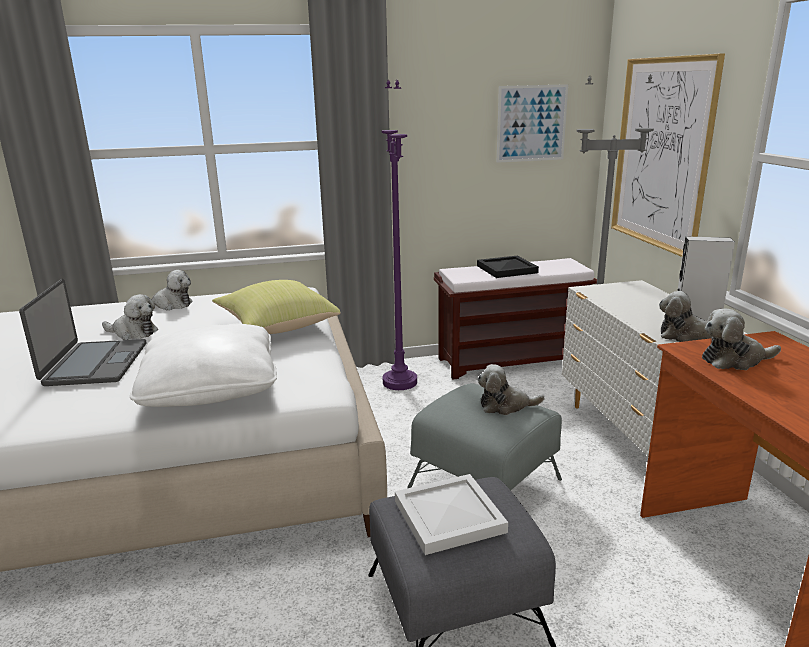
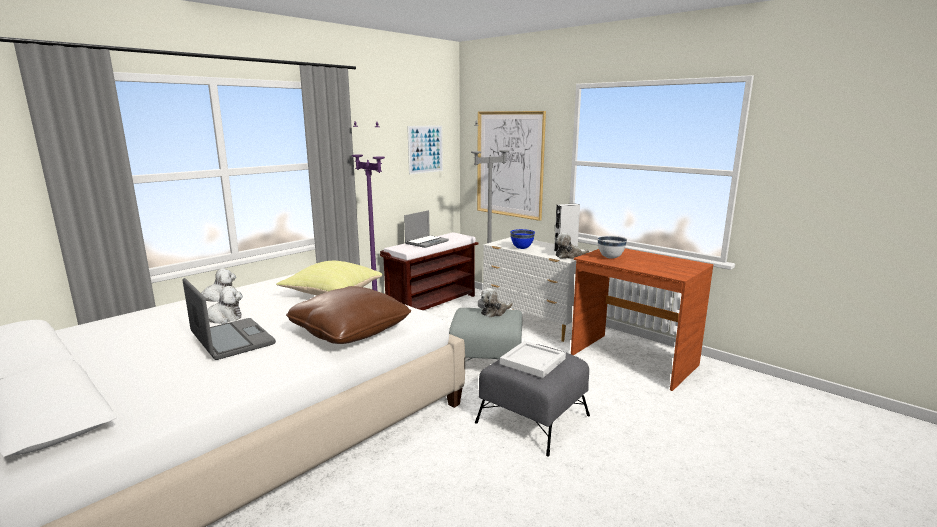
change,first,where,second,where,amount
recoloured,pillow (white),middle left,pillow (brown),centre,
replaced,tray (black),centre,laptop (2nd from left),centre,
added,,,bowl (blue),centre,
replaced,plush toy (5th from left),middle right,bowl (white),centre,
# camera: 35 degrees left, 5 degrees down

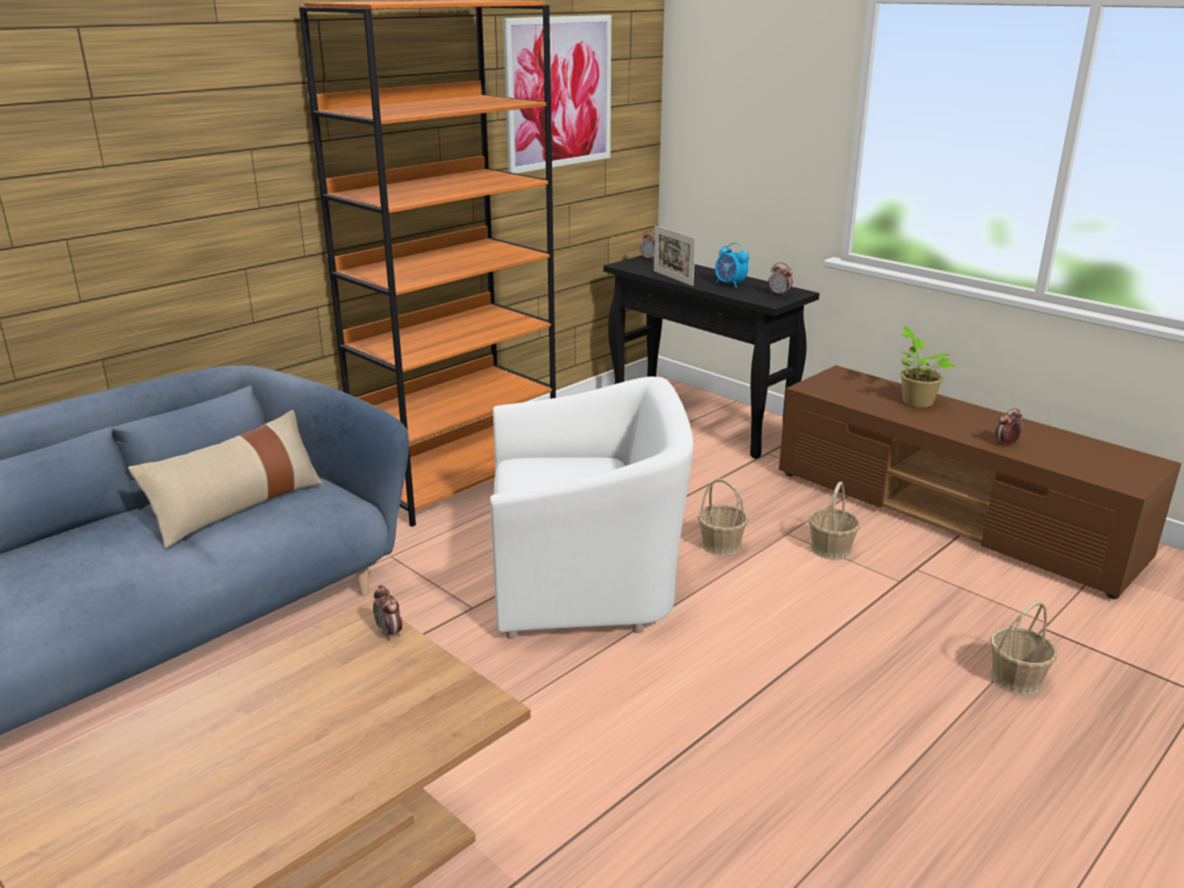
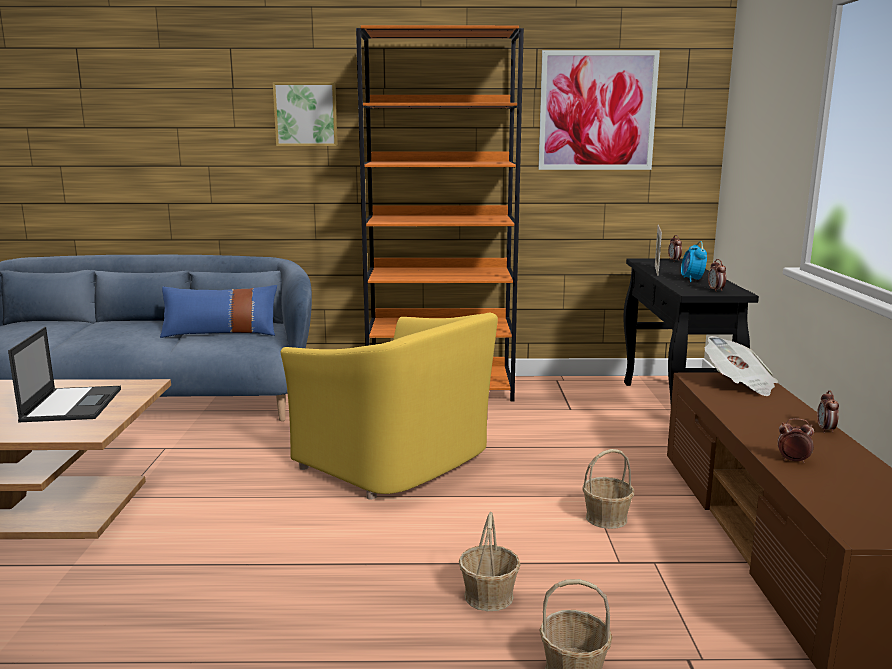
change,first,where,second,where,amount
added,,,laptop,middle left,
recoloured,pillow (beige),middle left,pillow (blue),middle left,
added,,,picture (1st from left),top centre,
recoloured,armchair (white),centre,armchair (yellow),centre,
moved,basket (1st from left),centre,,bottom centre,
added,,,newspaper,middle right,
moved,alarm clock (1st from left in the first image),bottom left,alarm clock (5th from left),middle right,
removed,potted plant,middle right,,,
# camera: 45 degrees right, 10 degrees down

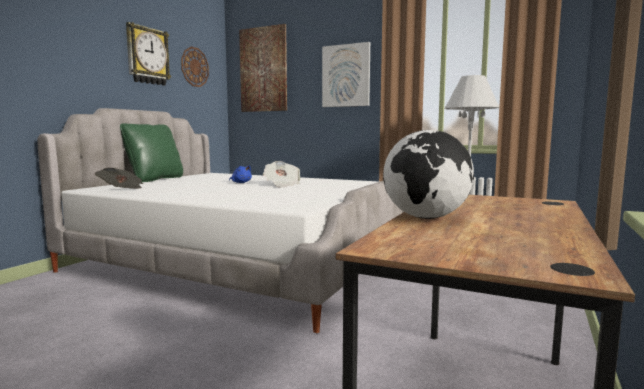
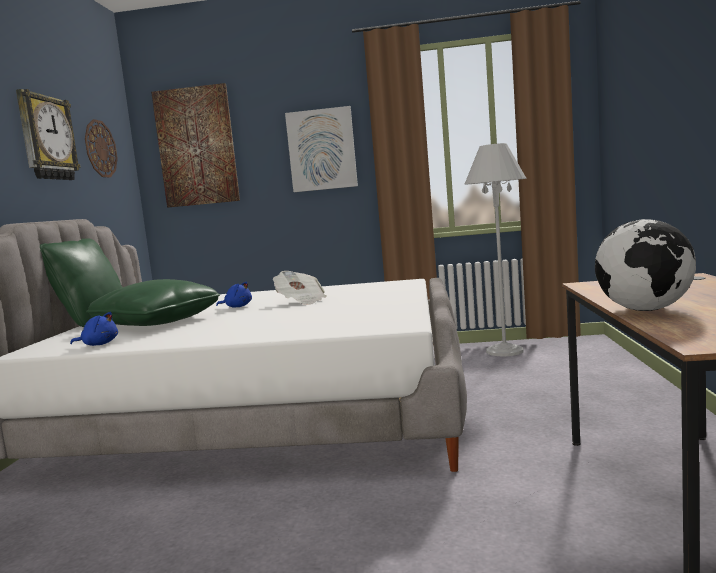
change,first,where,second,where,amount
replaced,newspaper (1st from left),middle left,plush toy (blue) (1st from left),middle left,
added,,,pillow (green) (2nd from left),middle left,
# camera: 20 degrees left, 0 degrees up

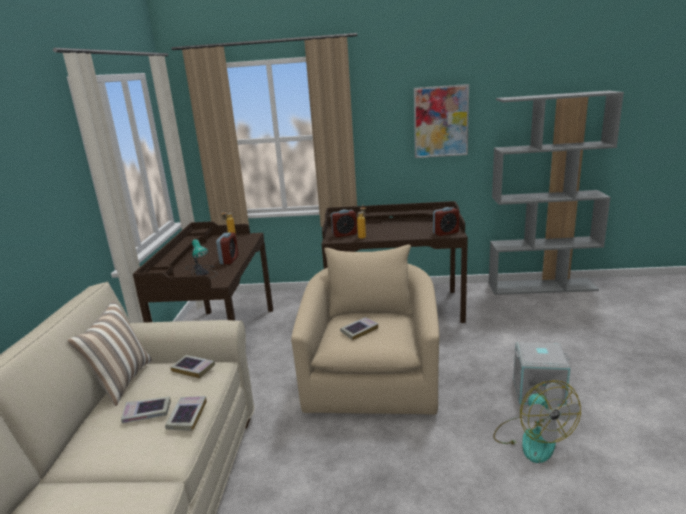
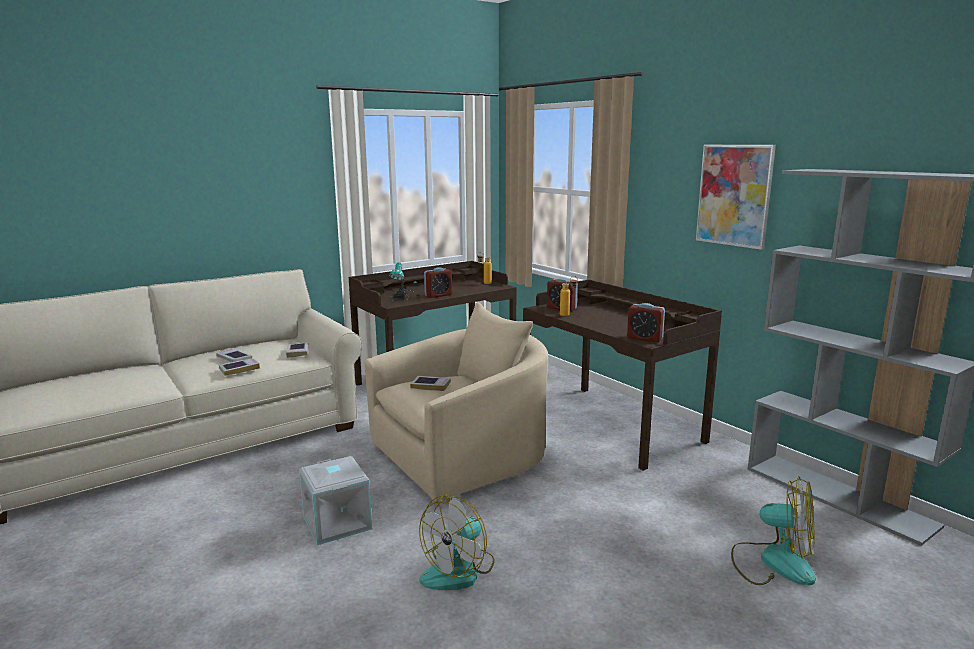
change,first,where,second,where,amount
moved,storage box (grey),bottom right,,bottom centre,
added,,,fan (2nd from left),bottom right,
removed,pillow,bottom left,,,
# camera: 50 degrees right, 5 degrees down

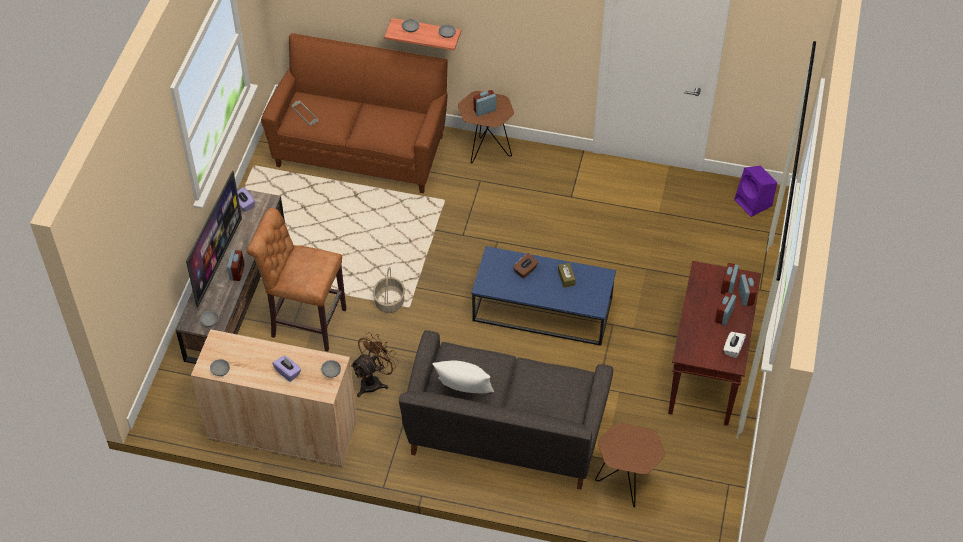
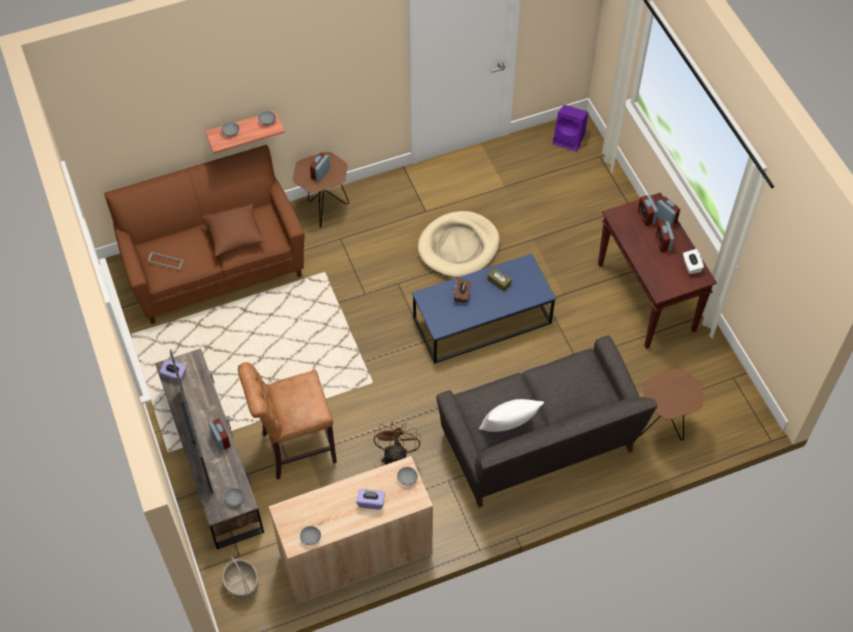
change,first,where,second,where,amount
added,,,pillow (brown),middle left,
moved,basket,centre,,bottom left,
added,,,dog bed (beige),centre,
# camera: 35 degrees left, 5 degrees up

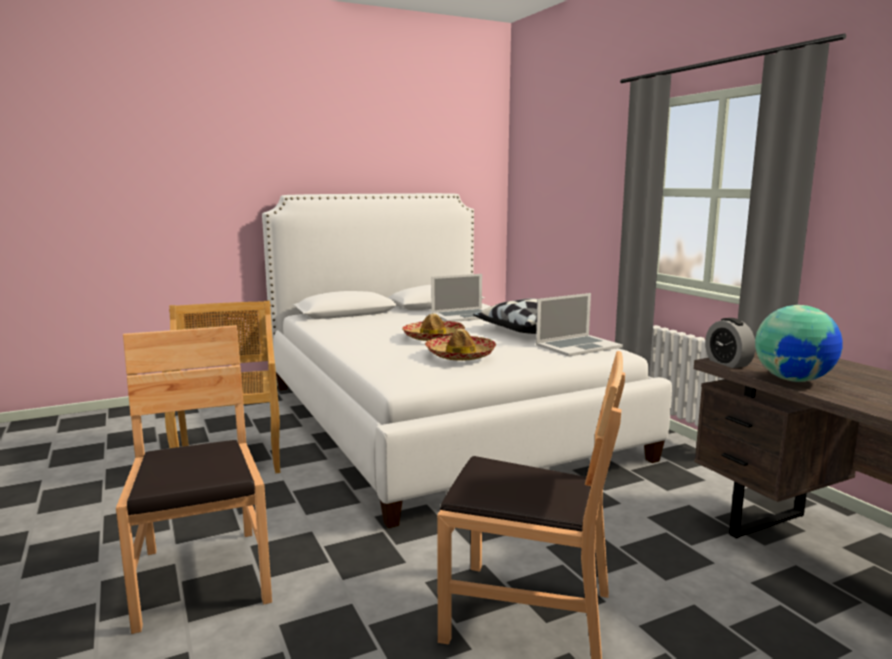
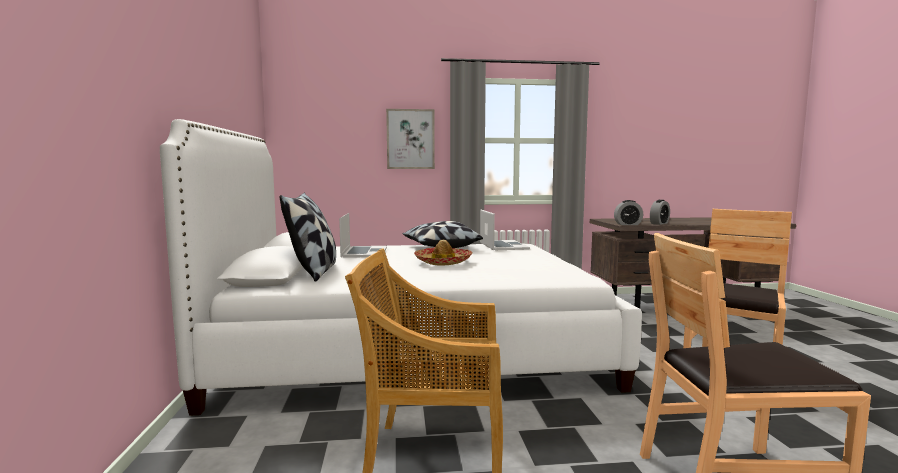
change,first,where,second,where,amount
added,,,pillow (1st from left),centre,
added,,,picture,top centre,
replaced,globe,middle right,alarm clock (2nd from left),middle right,
removed,hat (2nd from left),centre,,,
# camera: 70 degrees left, 5 degrees down

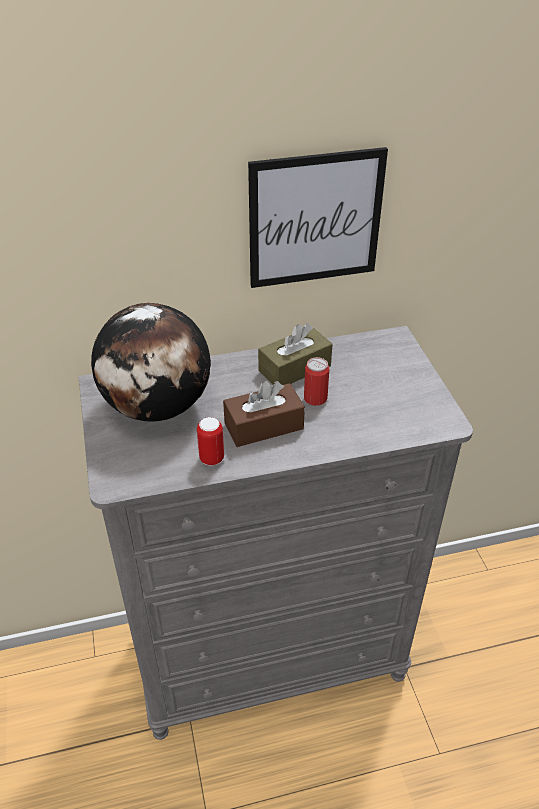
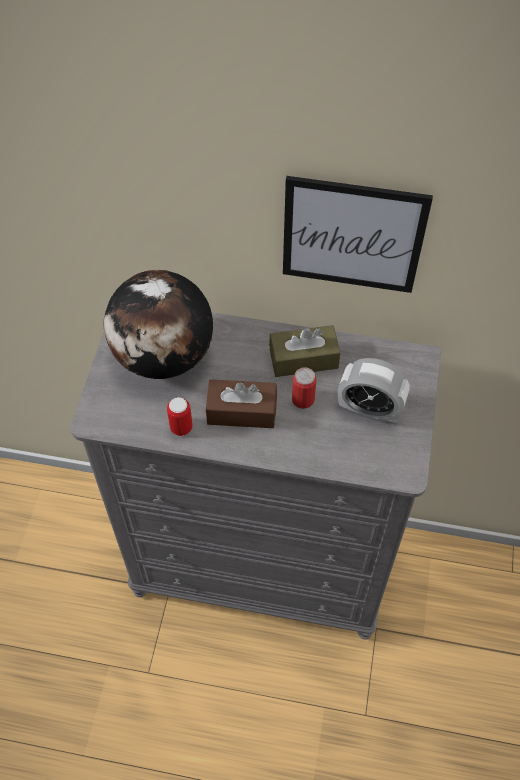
change,first,where,second,where,amount
added,,,alarm clock,middle right,
# camera: 25 degrees right, 15 degrees up

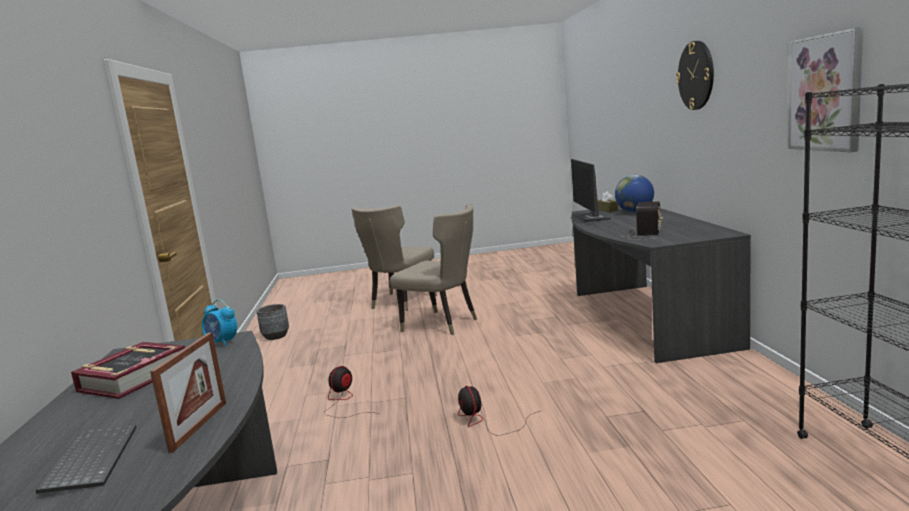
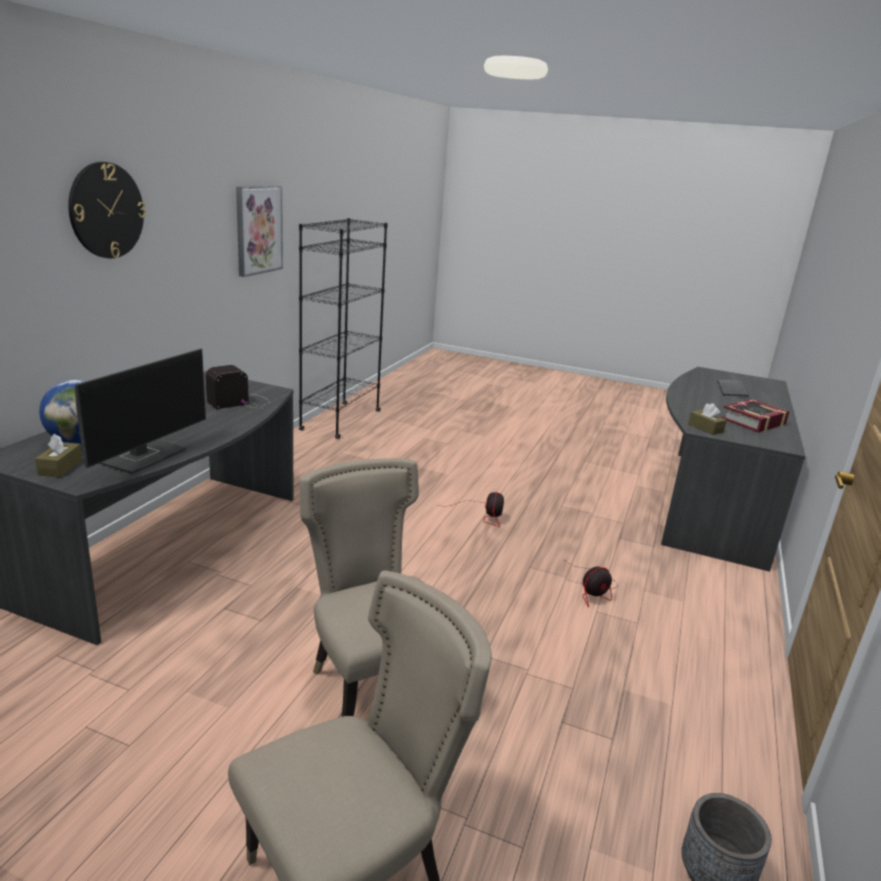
change,first,where,second,where,amount
replaced,alarm clock,middle left,tissue box (brown) (2nd from left),middle right,
removed,picture frame,bottom left,,,
# camera: 155 degrees left, 10 degrees up

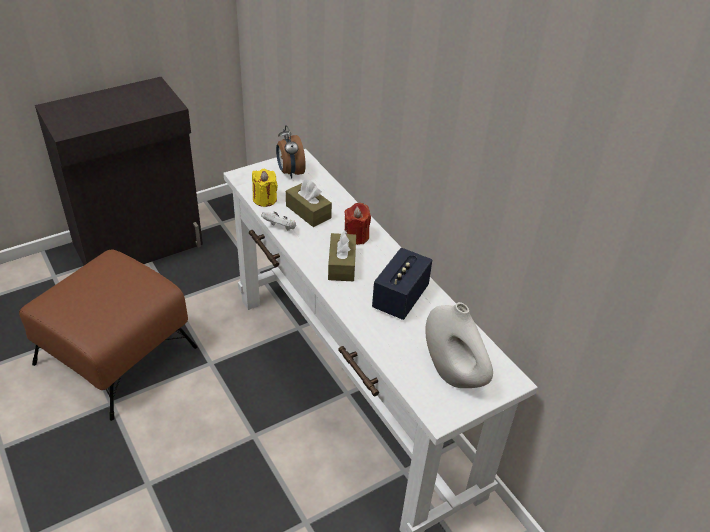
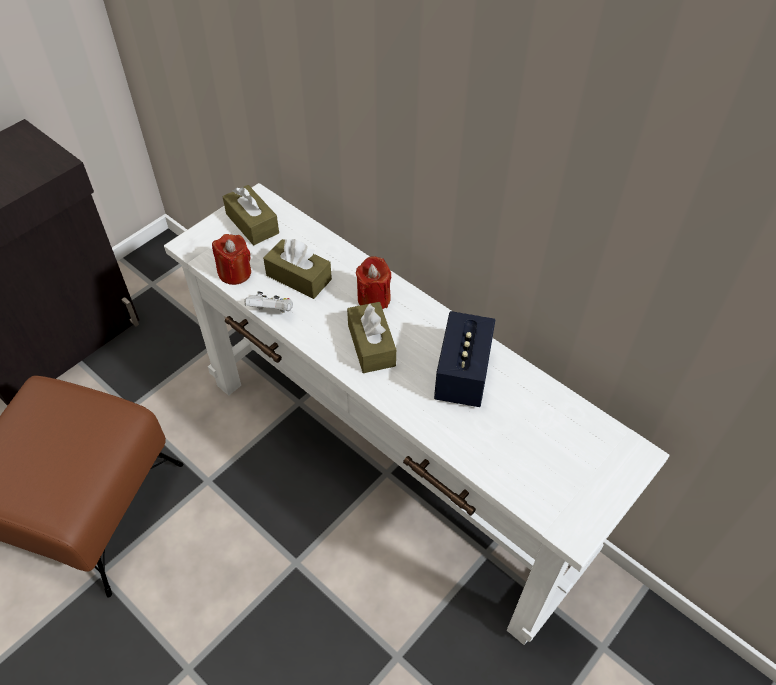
change,first,where,second,where,amount
recoloured,candle (yellow),centre,candle (red) (1st from left),middle left,
replaced,alarm clock,top centre,tissue box (brown) (1st from left),top left,
removed,vase (white),centre,,,
# camera: 15 degrees left, 10 degrees up

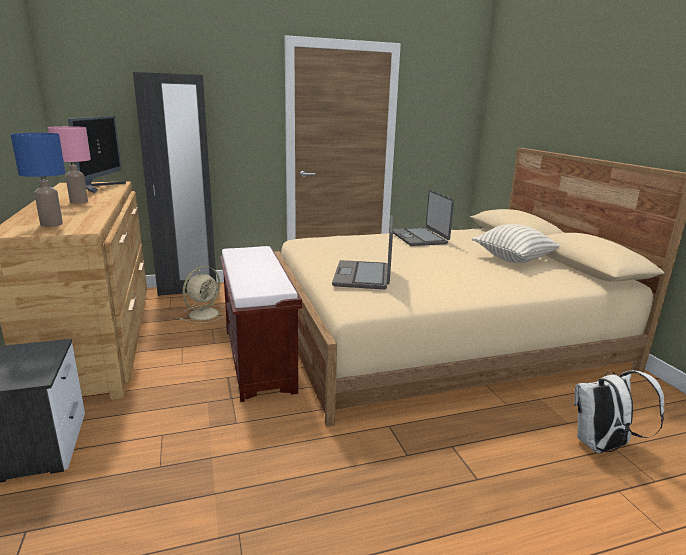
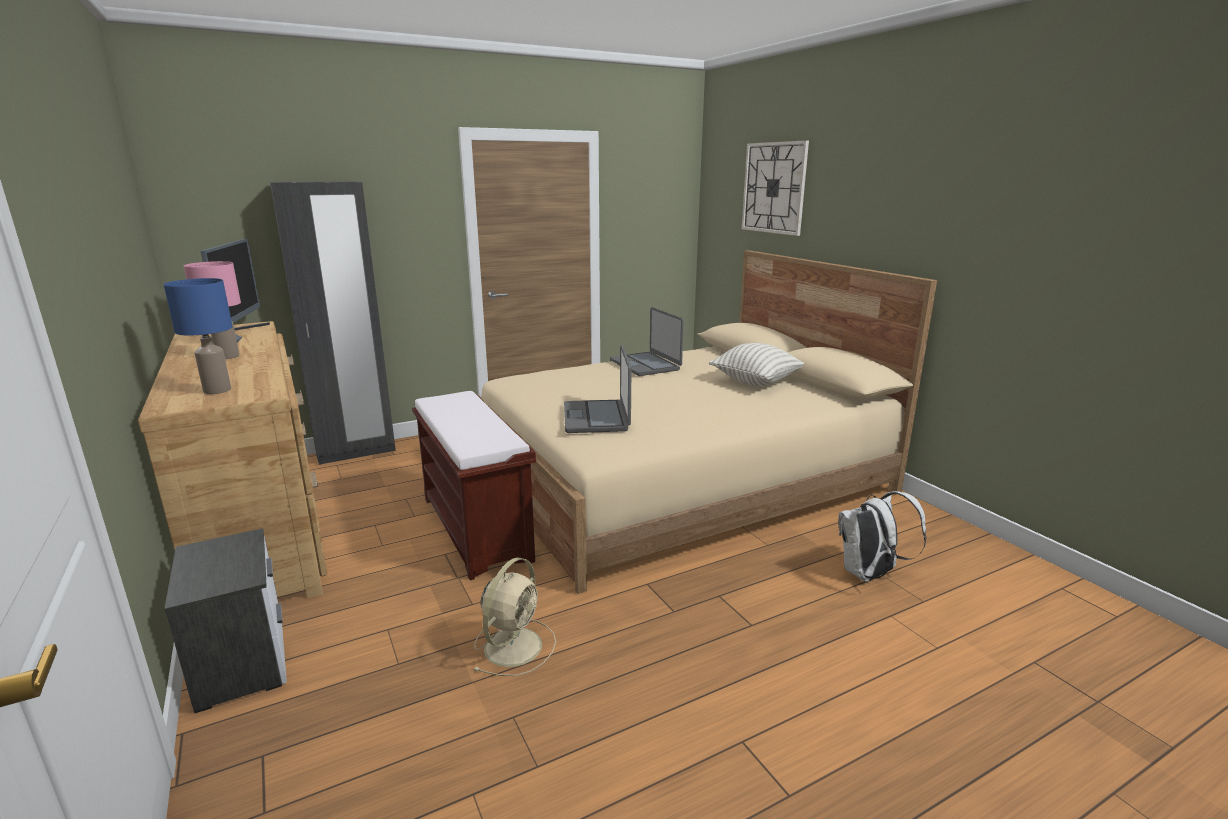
change,first,where,second,where,amount
moved,fan (beige),middle left,,bottom centre,
added,,,wall clock,top centre,
# camera: 10 degrees left, 0 degrees up

